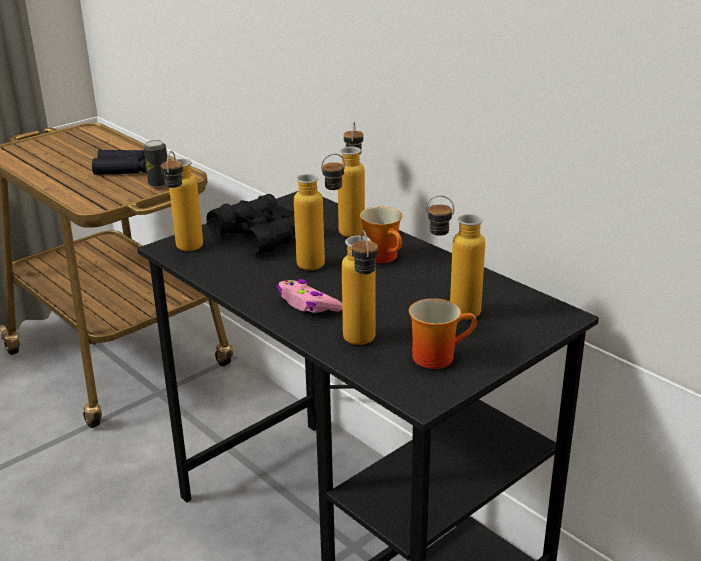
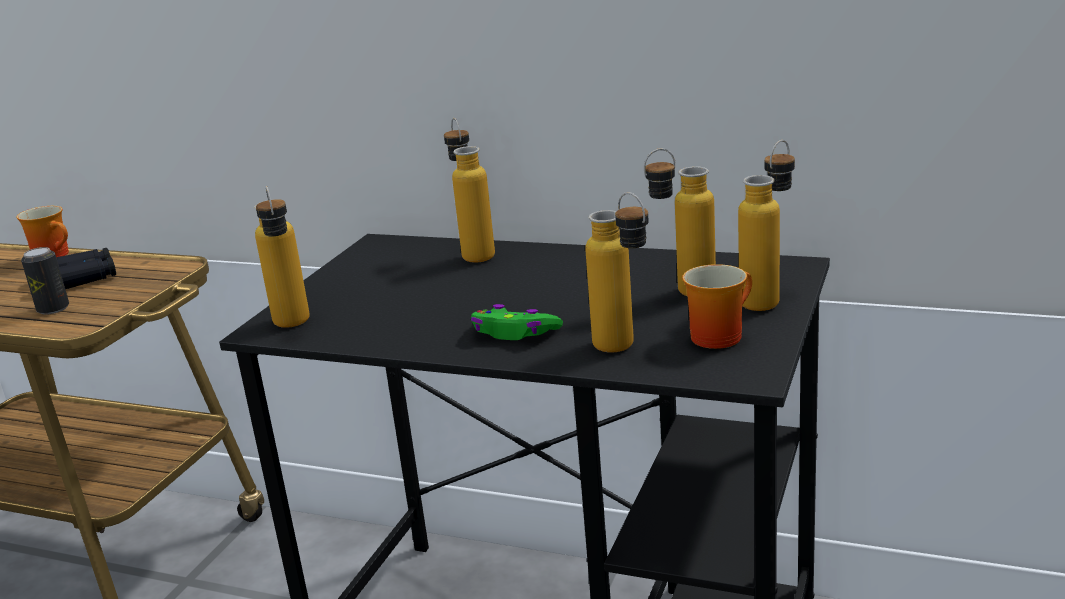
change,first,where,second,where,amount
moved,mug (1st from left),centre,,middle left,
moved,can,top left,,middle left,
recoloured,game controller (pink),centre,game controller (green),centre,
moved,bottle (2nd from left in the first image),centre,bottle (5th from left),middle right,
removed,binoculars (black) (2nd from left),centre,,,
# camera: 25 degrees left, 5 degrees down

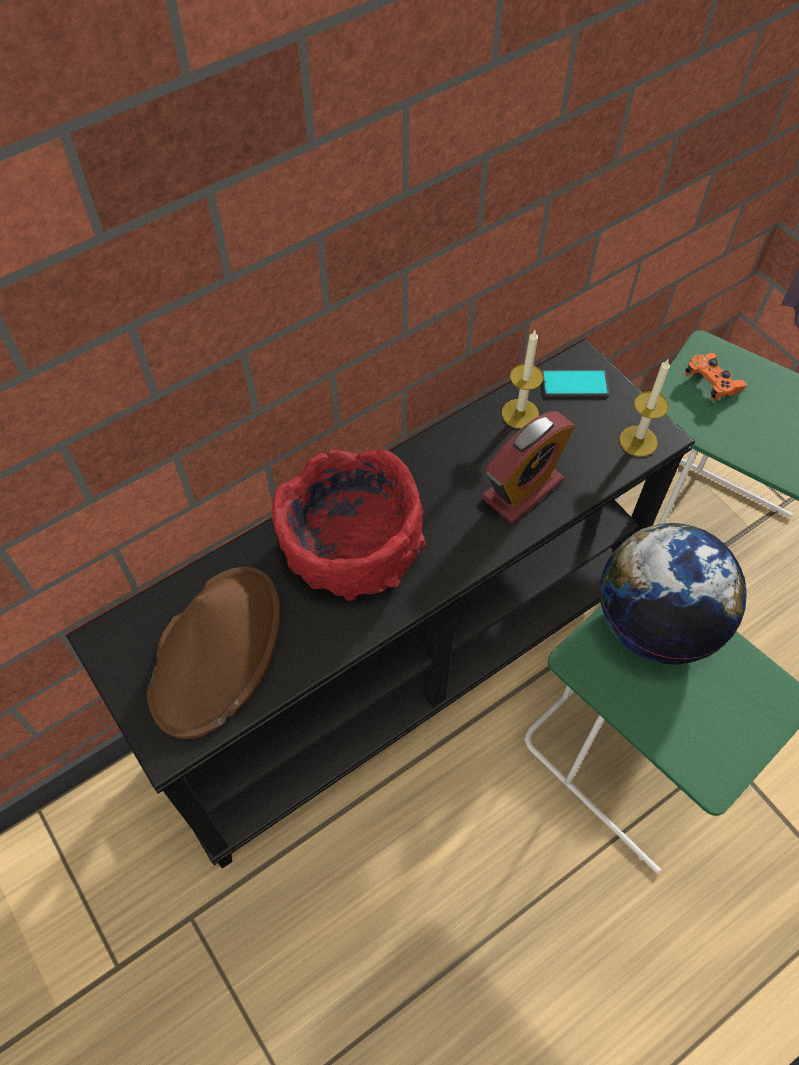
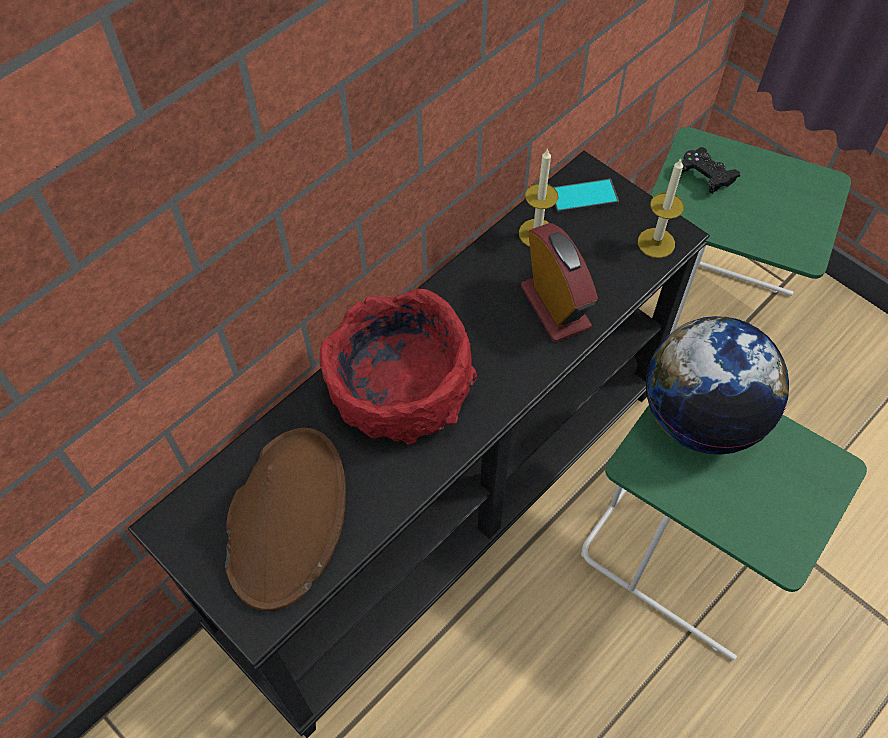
change,first,where,second,where,amount
turned,alarm clock,centre,,centre,60 degrees counterclockwise
recoloured,game controller (orange),middle right,game controller (black),top right,
# camera: 10 degrees left, 0 degrees up

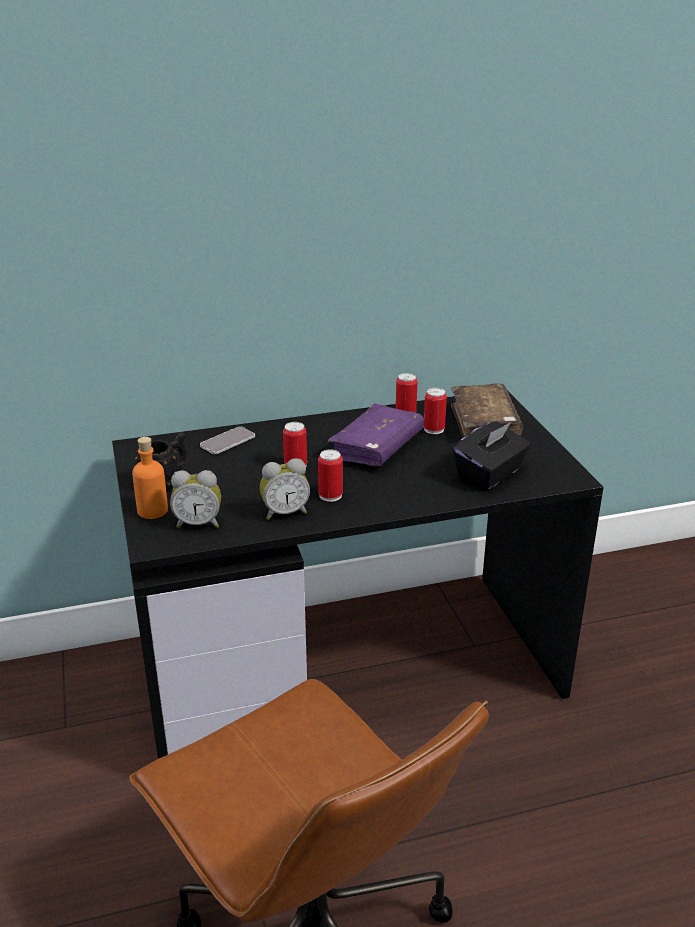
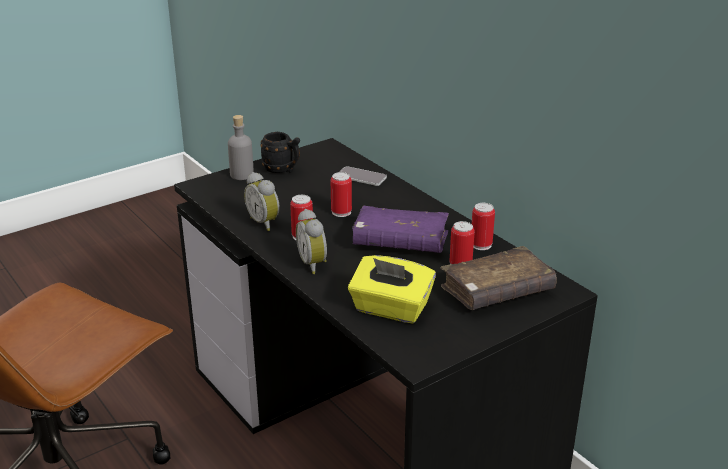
change,first,where,second,where,amount
recoloured,bottle (orange),middle left,bottle (grey),top left,
moved,alarm clock (1st from left in the first image),middle left,alarm clock (2nd from left),centre,
recoloured,tissue box (black),middle right,tissue box (yellow),centre,
# camera: 70 degrees right, 0 degrees up

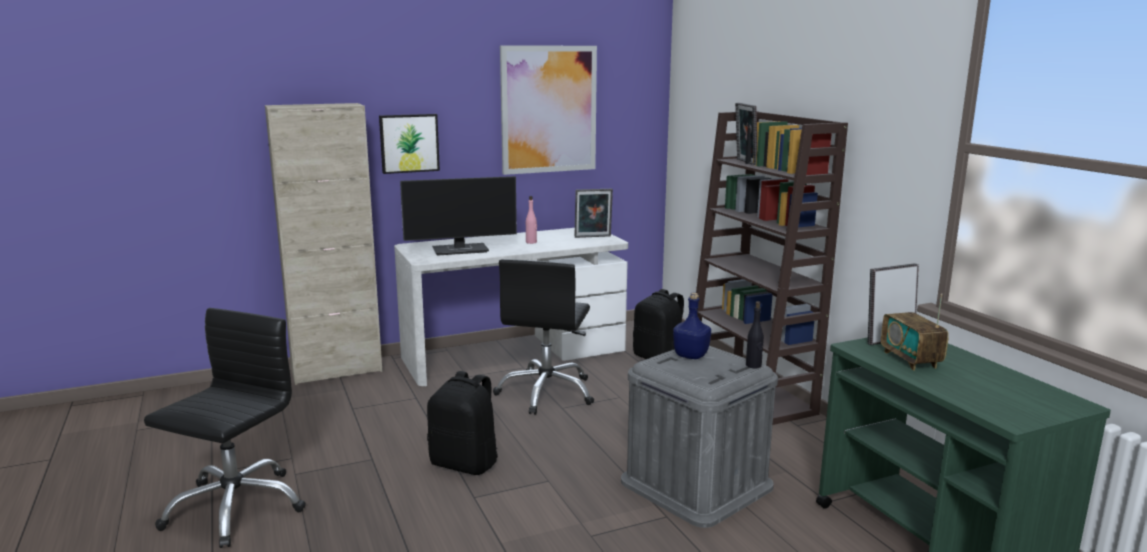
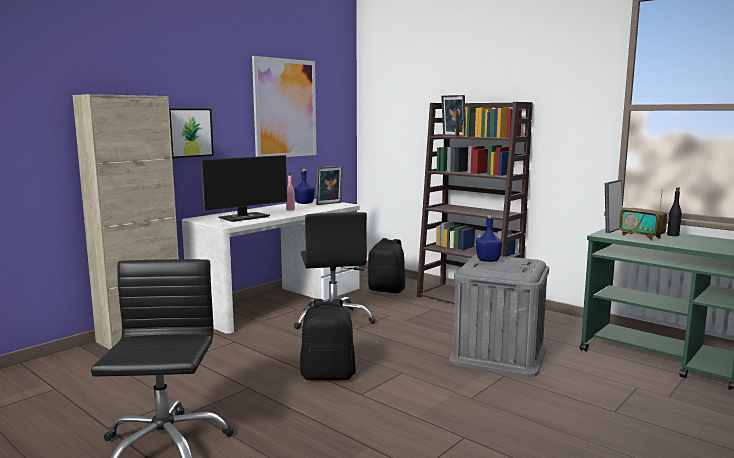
change,first,where,second,where,amount
added,,,bottle (blue) (1st from left),centre,
moved,bottle (black),centre,,middle right,
# camera: 25 degrees left, 5 degrees down

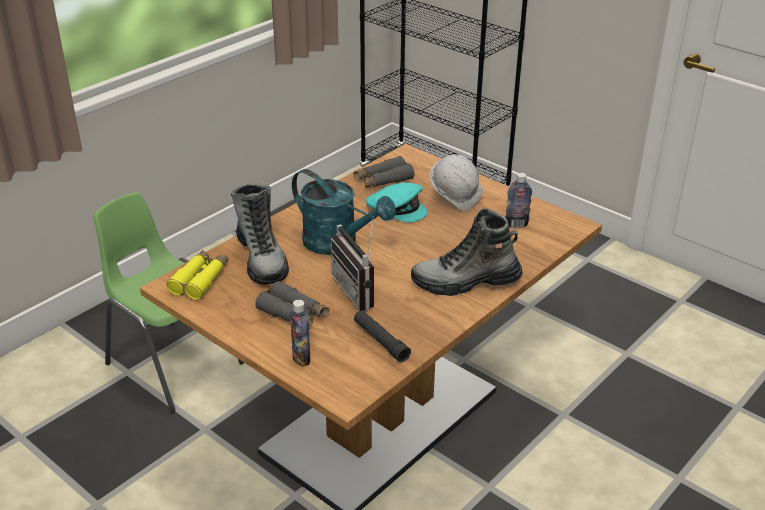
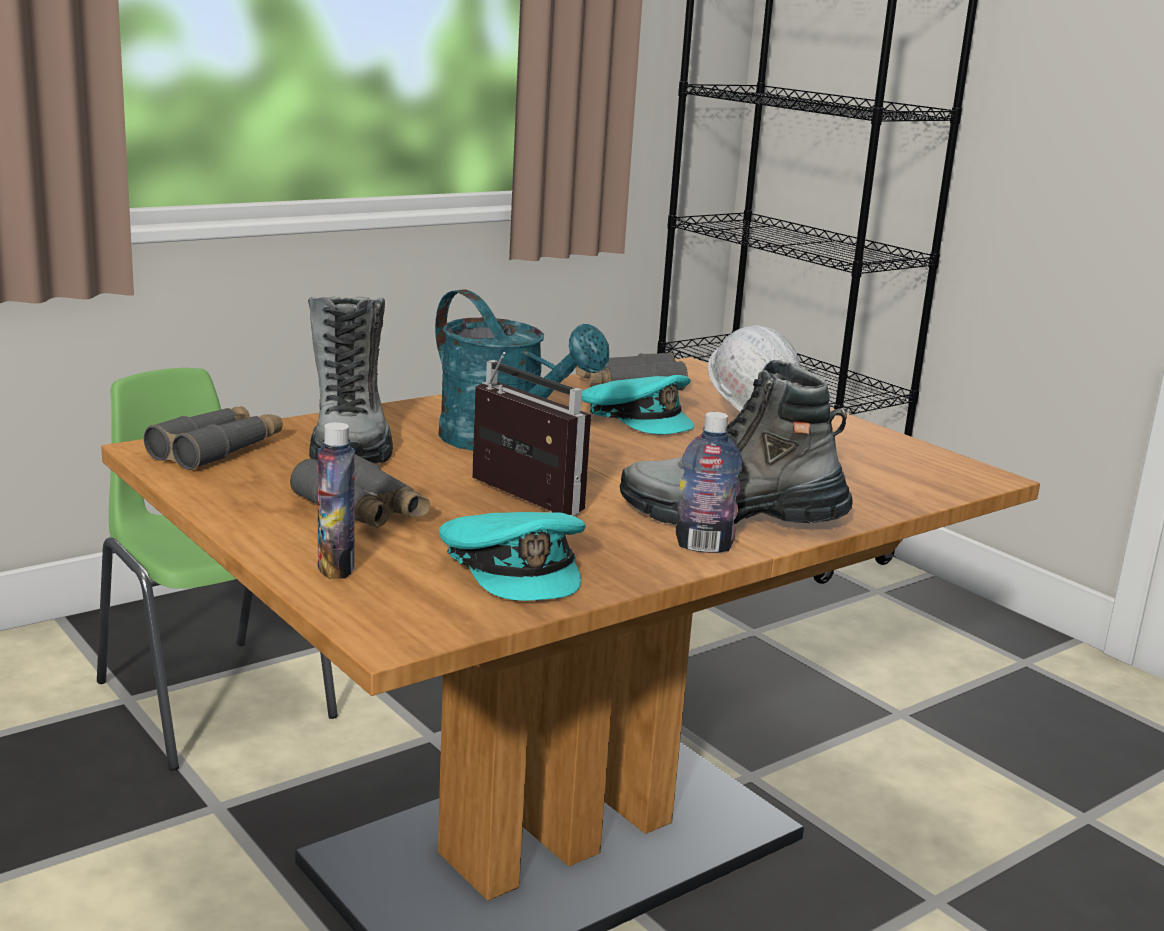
change,first,where,second,where,amount
recoloured,binoculars (yellow),middle left,binoculars (grey) (1st from left),middle left,
replaced,flashlight (black),centre,cap (turquoise) (1st from left),centre,
turned,radio,centre,,centre,150 degrees clockwise
moved,bottle (2nd from left),middle right,,centre,
# camera: 10 degrees right, 15 degrees down

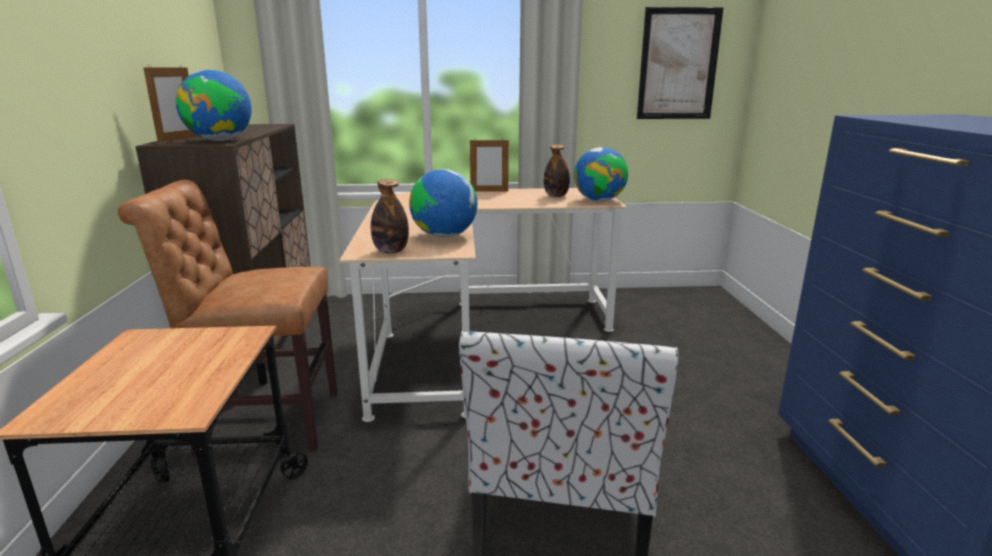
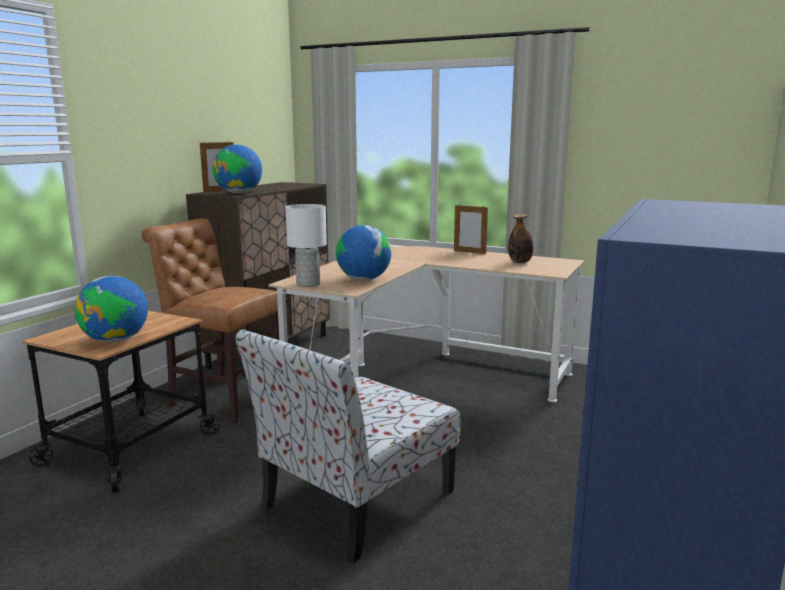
change,first,where,second,where,amount
moved,globe (3rd from left in the first image),top centre,globe (1st from left),middle left,
replaced,bottle (1st from left),centre,table lamp (white),centre,
removed,picture,top right,,,
# camera: 30 degrees right, 5 degrees down

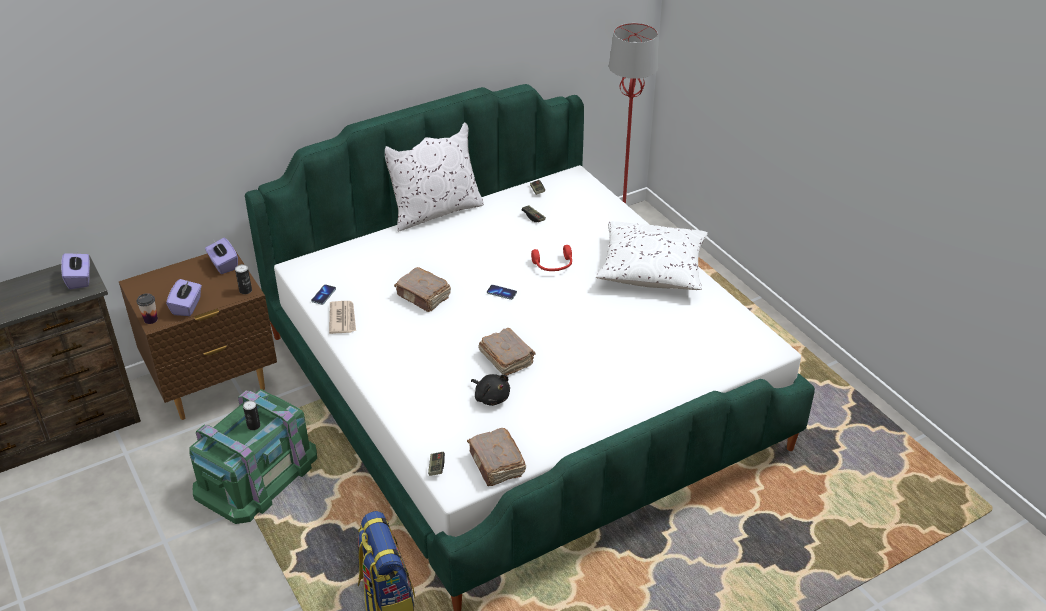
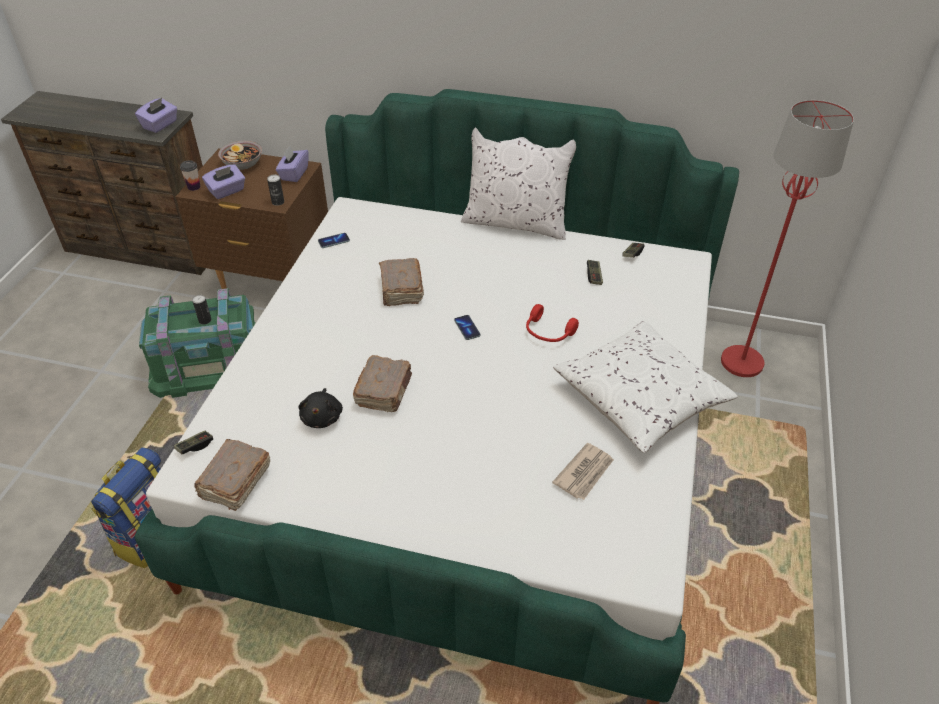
change,first,where,second,where,amount
added,,,bowl,top left,
moved,newspaper,middle left,,bottom centre,
# camera: 45 degrees right, 5 degrees up

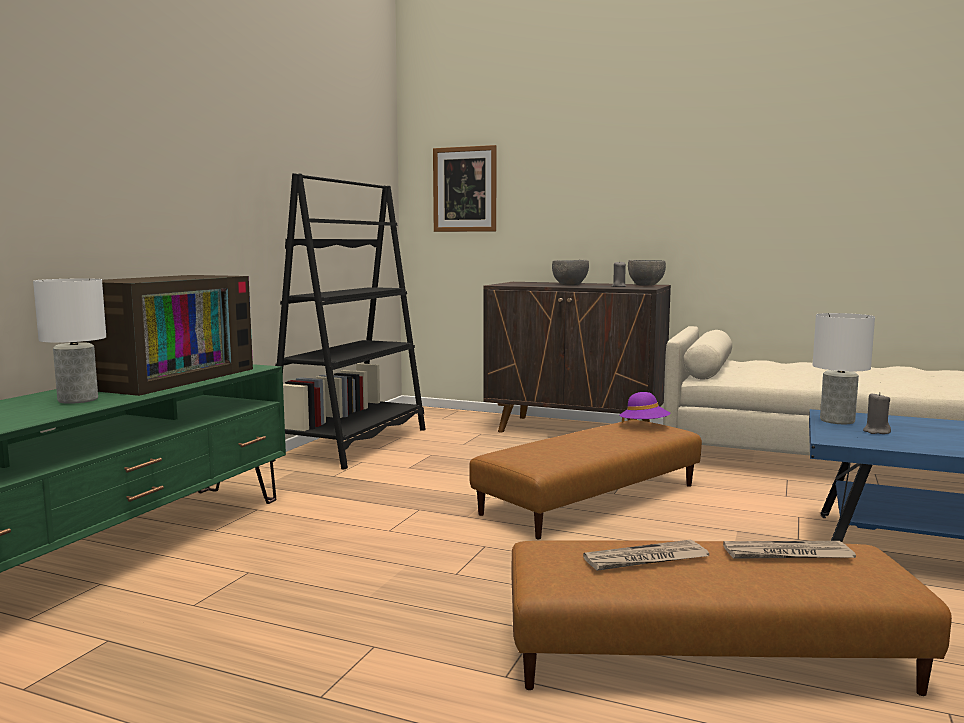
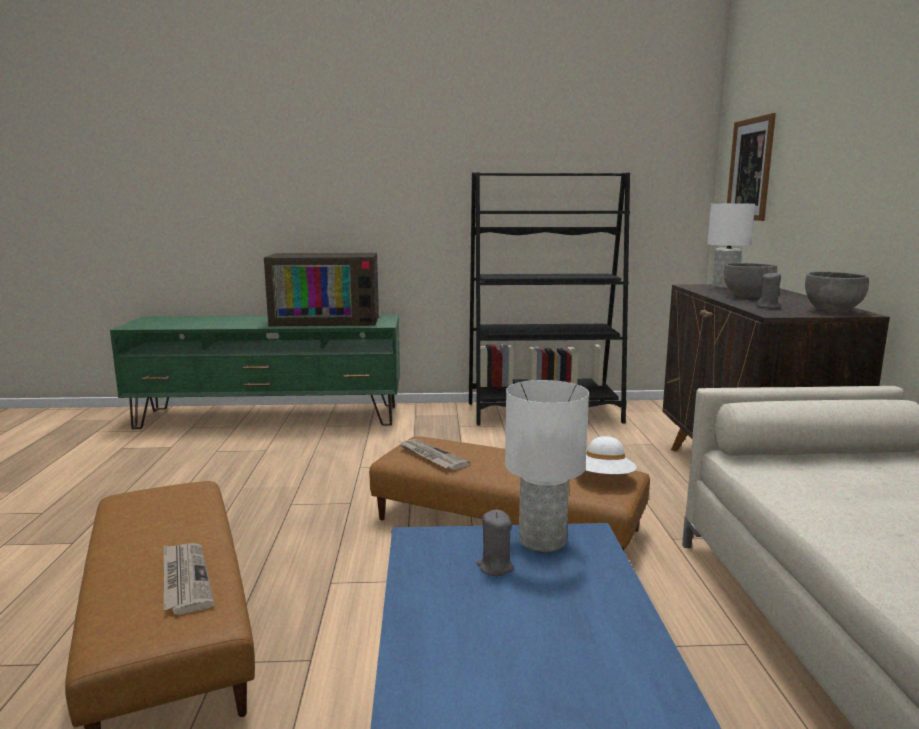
change,first,where,second,where,amount
moved,newspaper (1st from left in the first image),bottom right,newspaper (2nd from left),centre,
recoloured,hat (purple),middle right,hat (white),centre,
moved,table lamp (white) (1st from left in the first image),middle left,table lamp (white) (2nd from left),middle right,
# camera: 65 degrees right, 5 degrees up

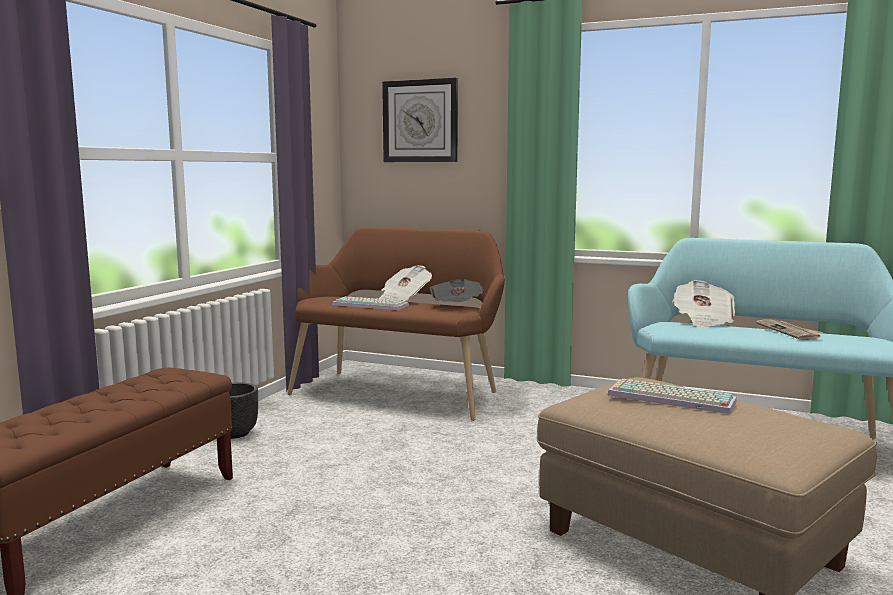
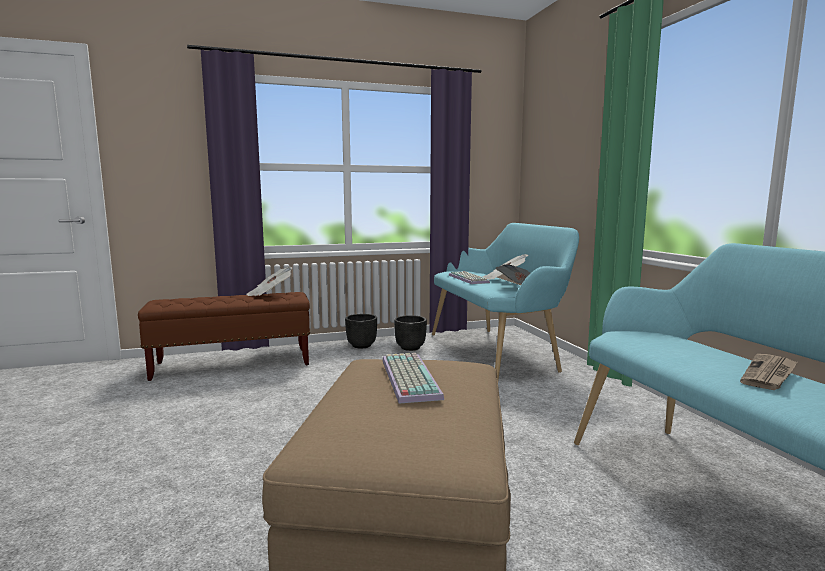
change,first,where,second,where,amount
moved,newspaper (3rd from left in the first image),middle right,newspaper (1st from left),middle left,
added,,,planter (black) (2nd from left),centre,
recoloured,bench (brown) (2nd from left),centre,bench (turquoise) (1st from left),centre,
removed,wall clock,top centre,,,
# camera: 50 degrees right, 0 degrees up

